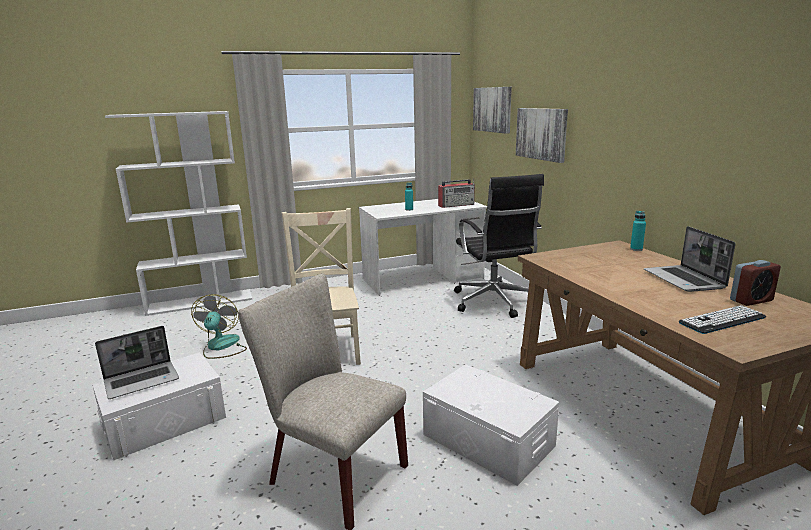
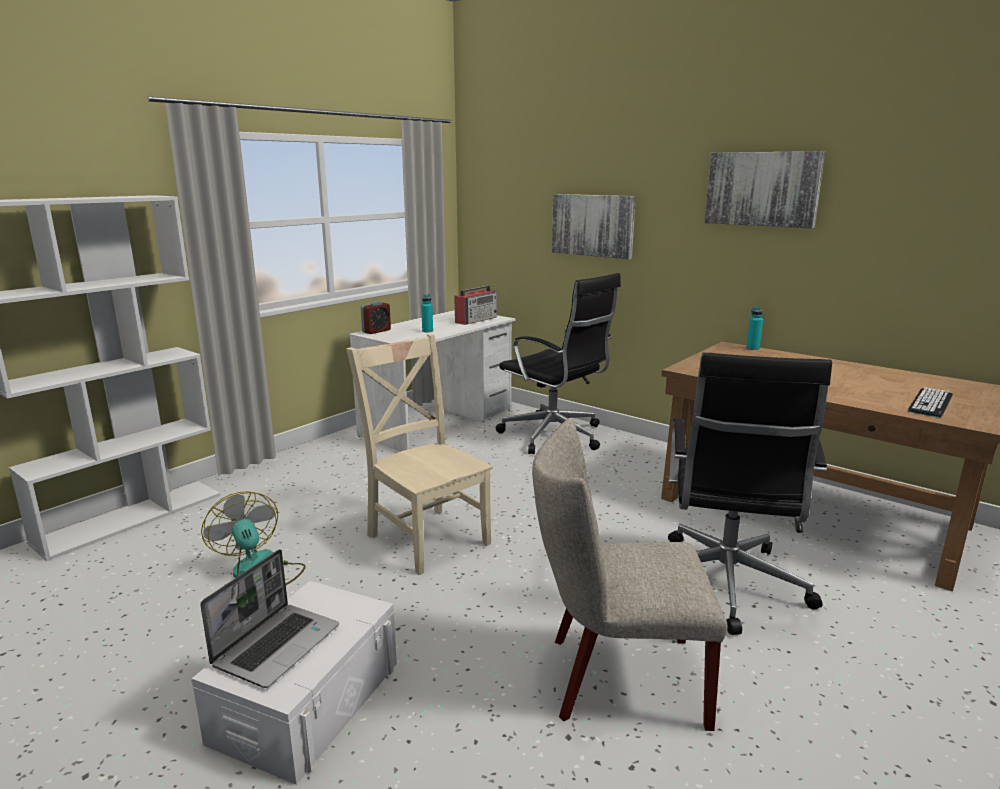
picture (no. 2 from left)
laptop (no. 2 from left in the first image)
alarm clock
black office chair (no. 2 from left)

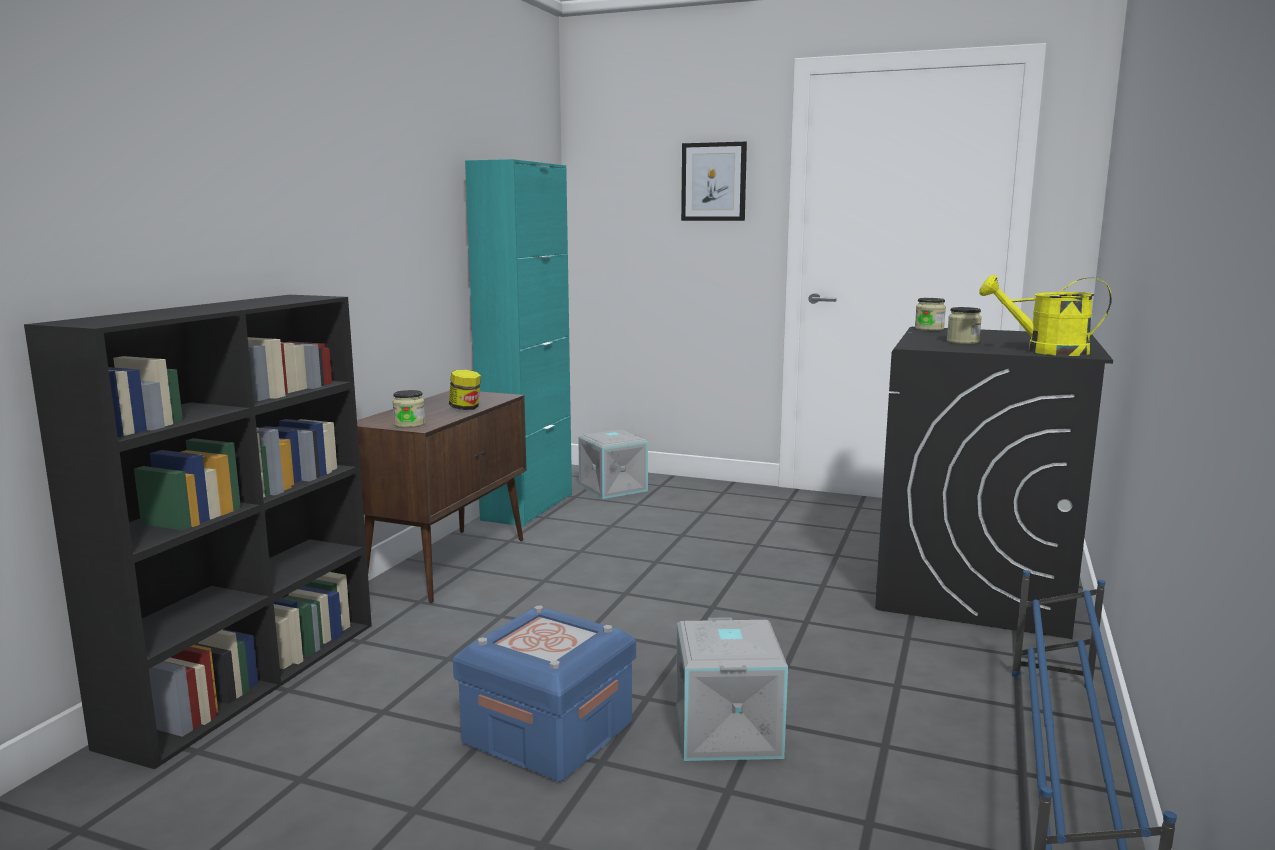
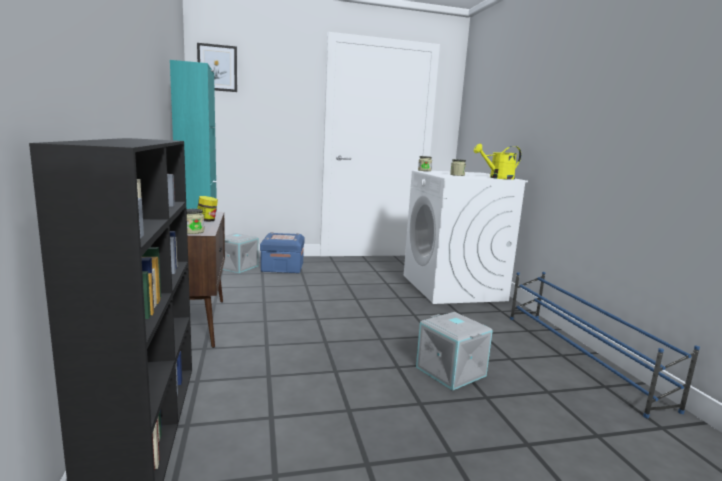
picture
white washing machine
blue storage box

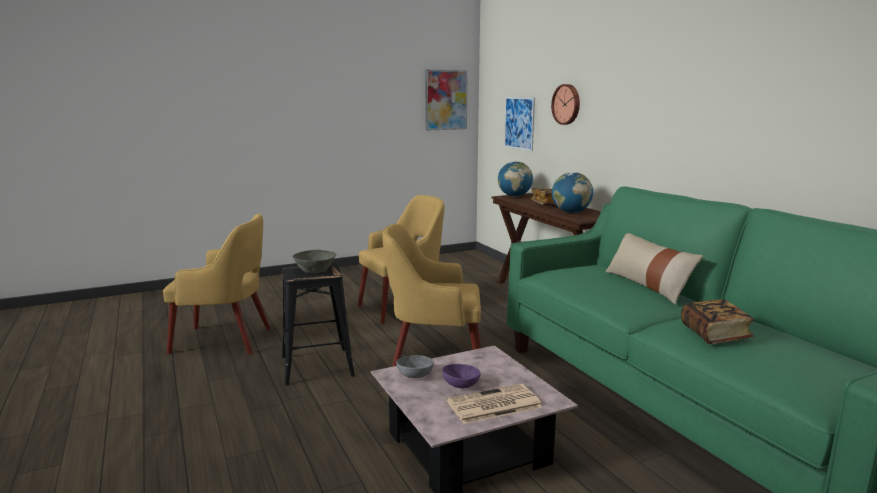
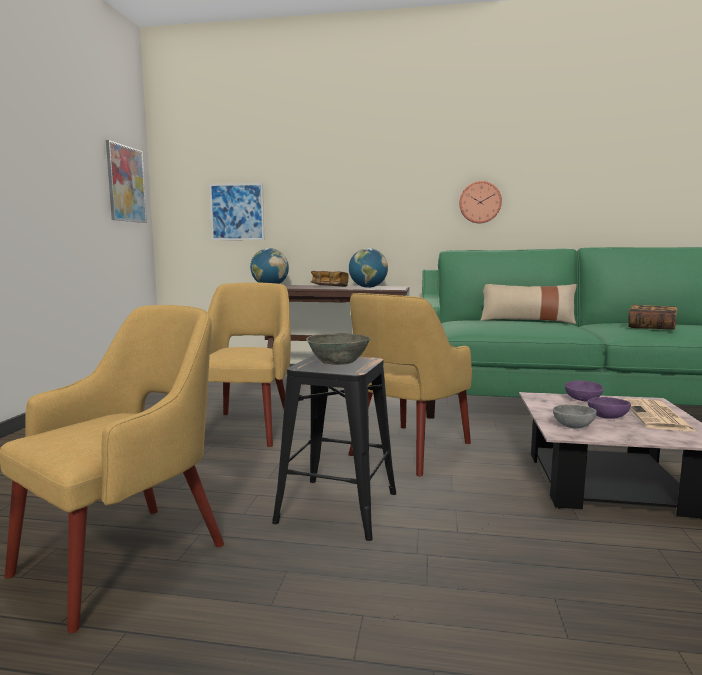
wall clock
purple bowl (no. 1 from left)

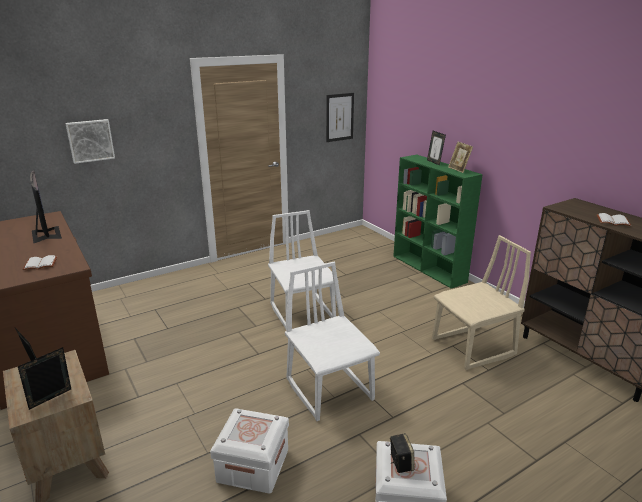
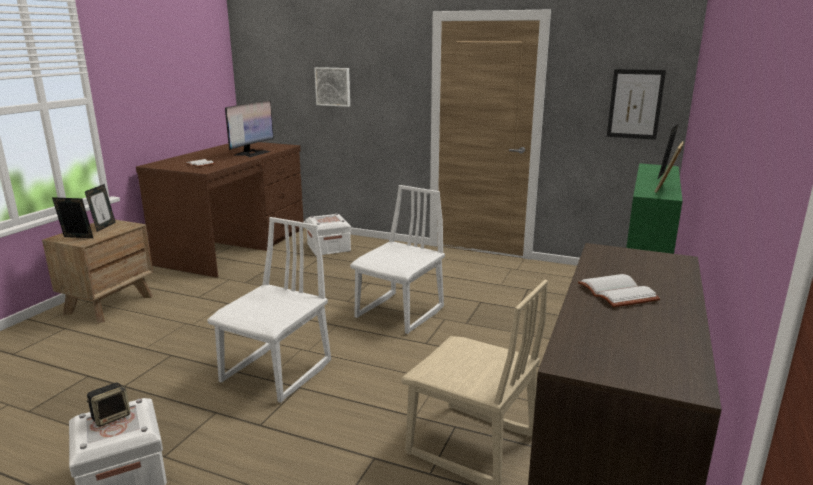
white storage box (no. 2 from left)

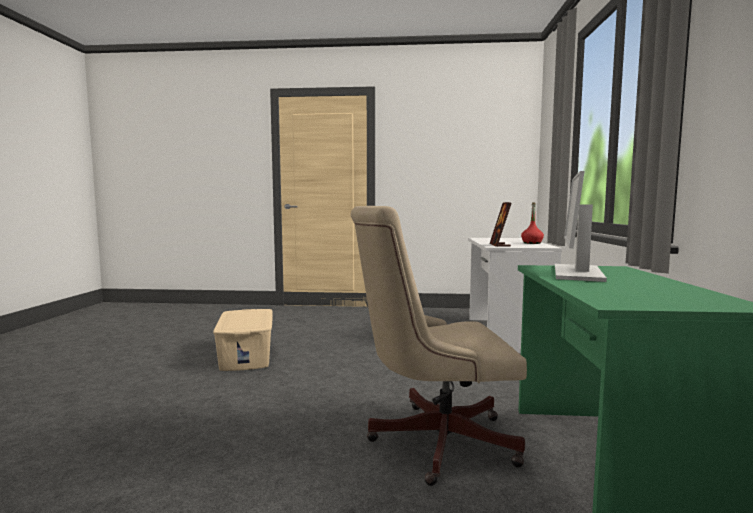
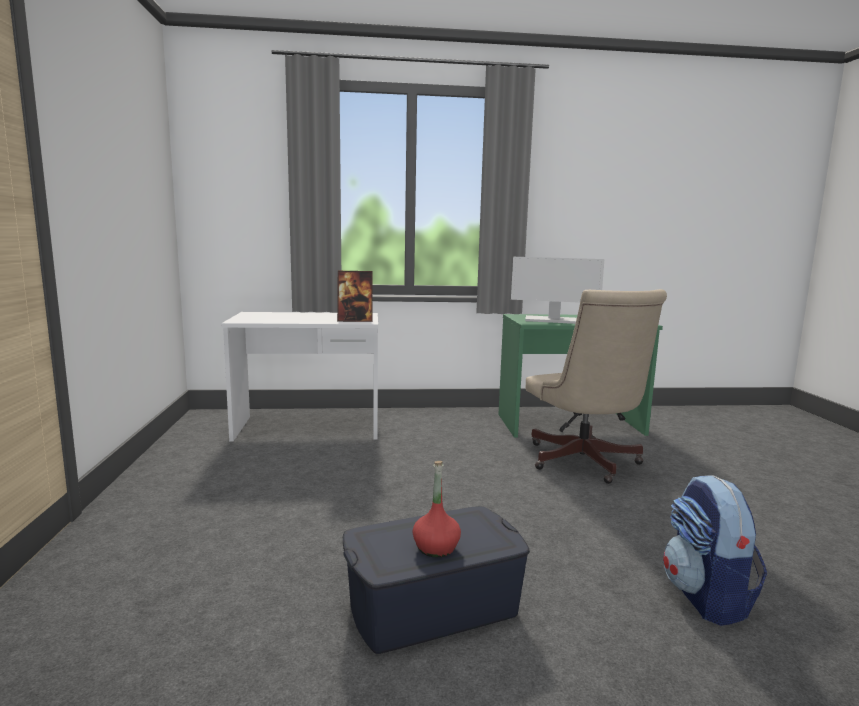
red bottle
blue storage box
backpack

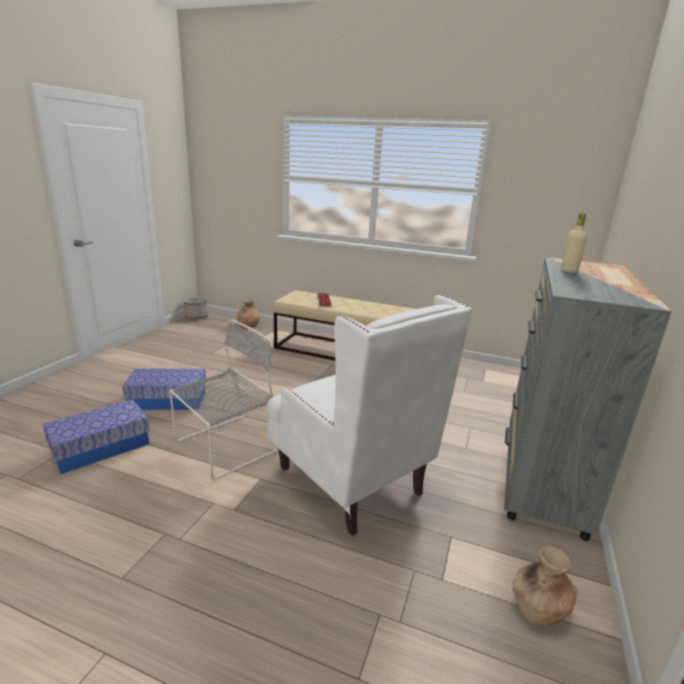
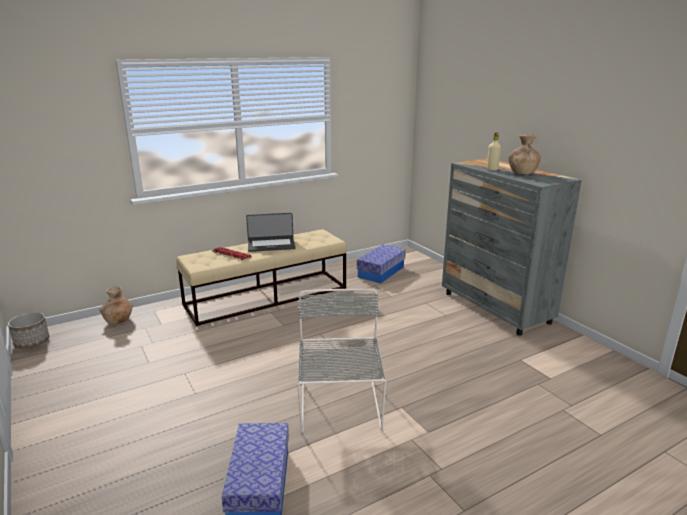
white armchair
storage box (no. 2 from left)
brown vase (no. 2 from left)
laptop

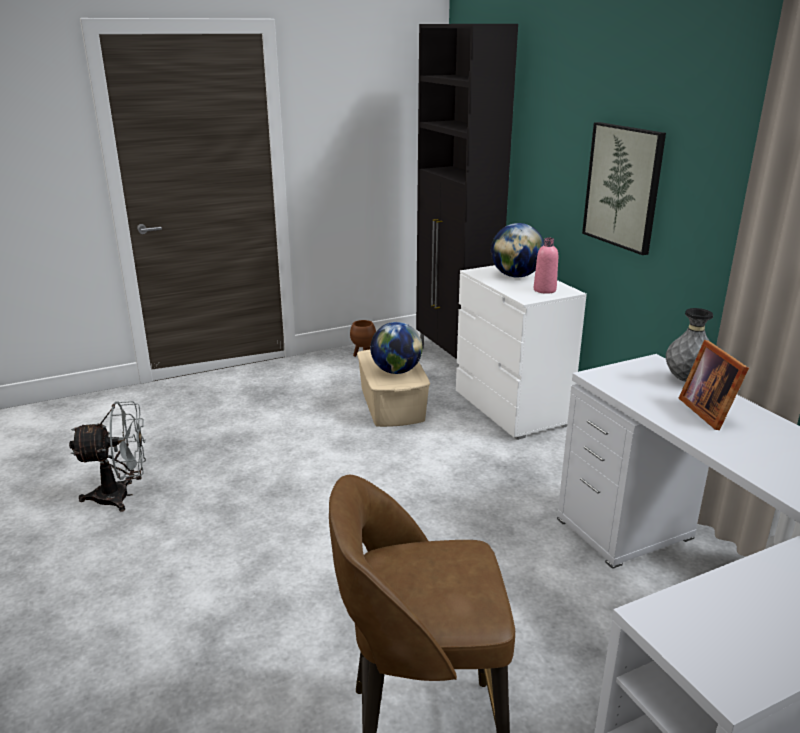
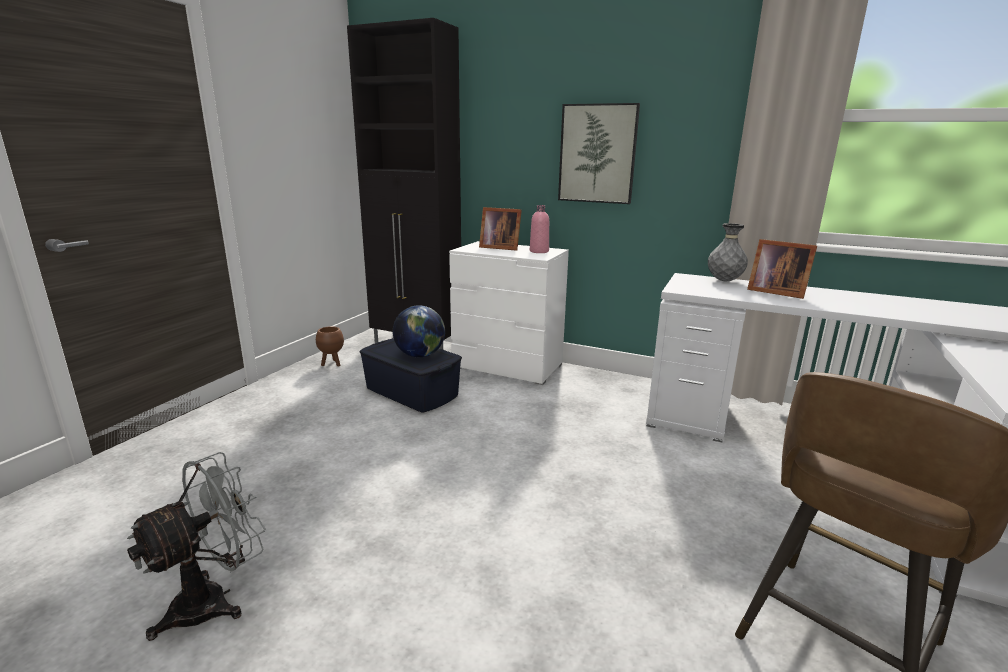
picture frame (no. 1 from left)
blue storage box

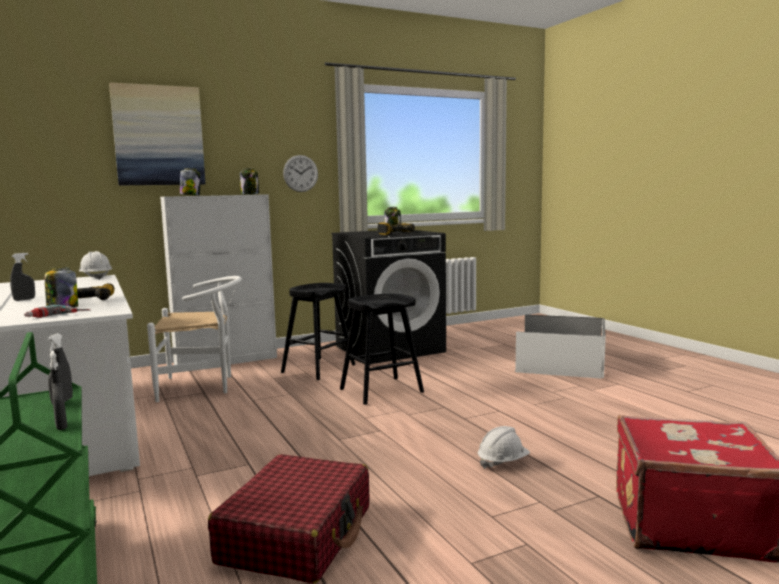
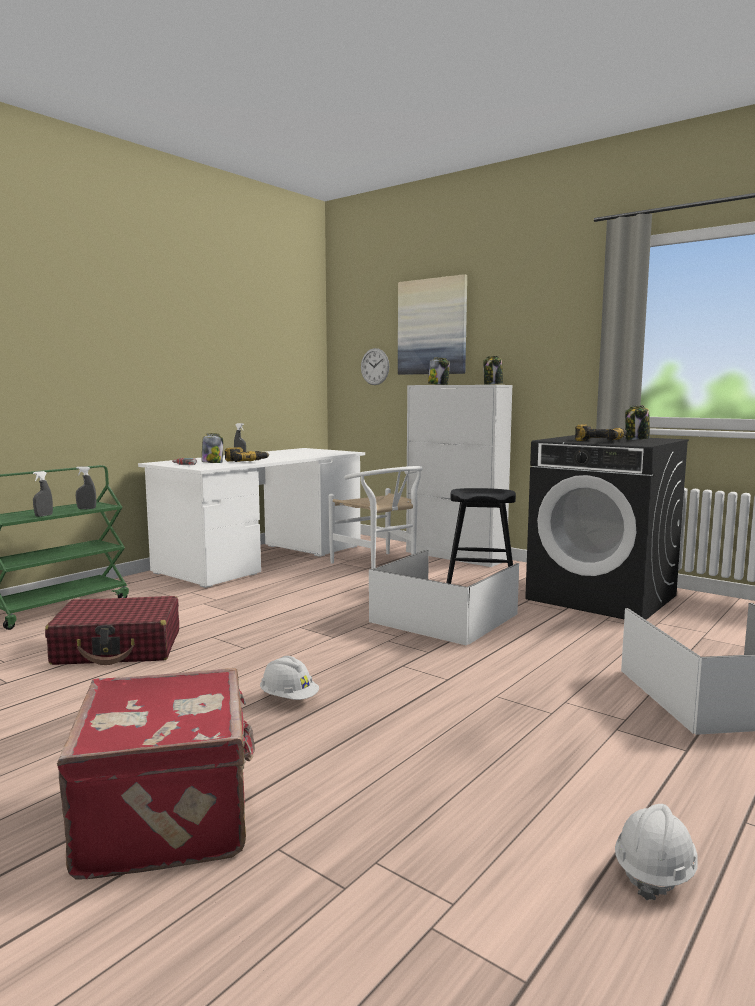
wall clock
white hard hat (no. 2 from left)
white storage box (no. 1 from left)

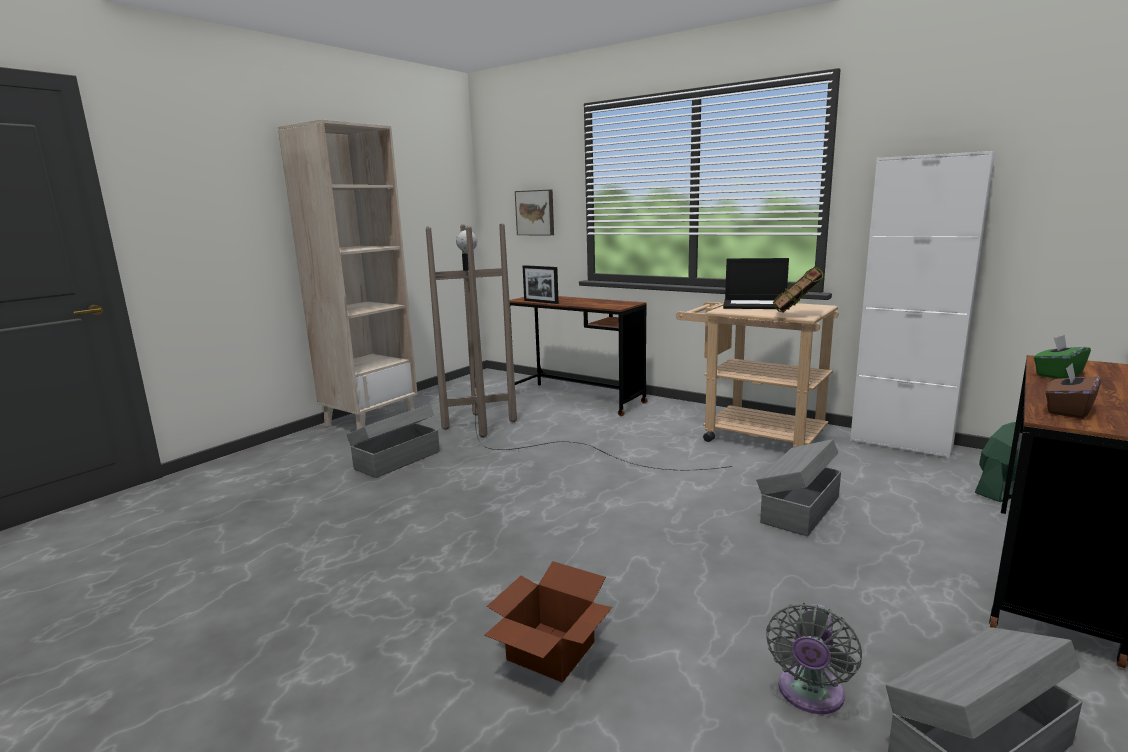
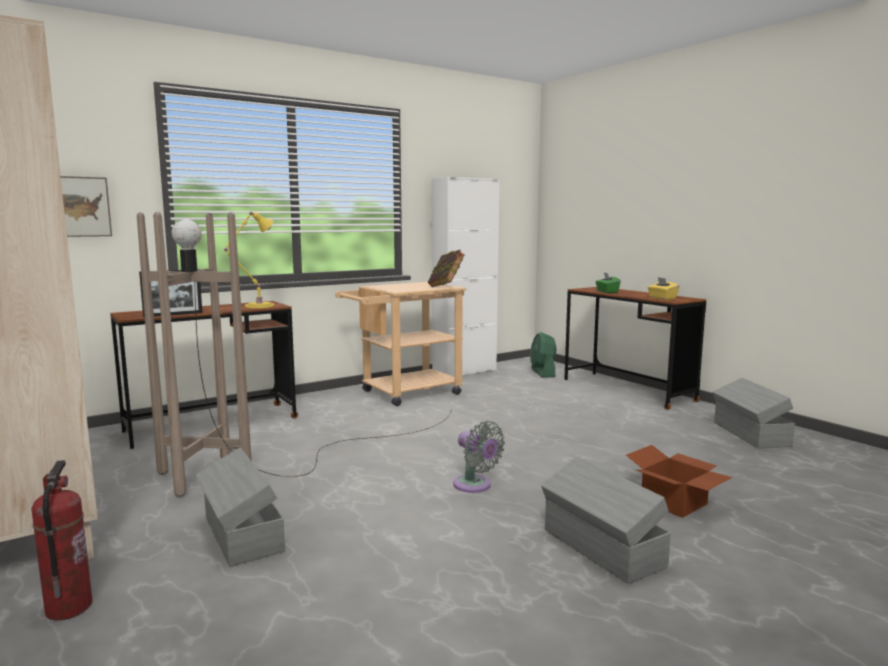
laptop
yellow tissue box
grey storage box (no. 2 from left)
grey fan
yellow table lamp
fire extinguisher

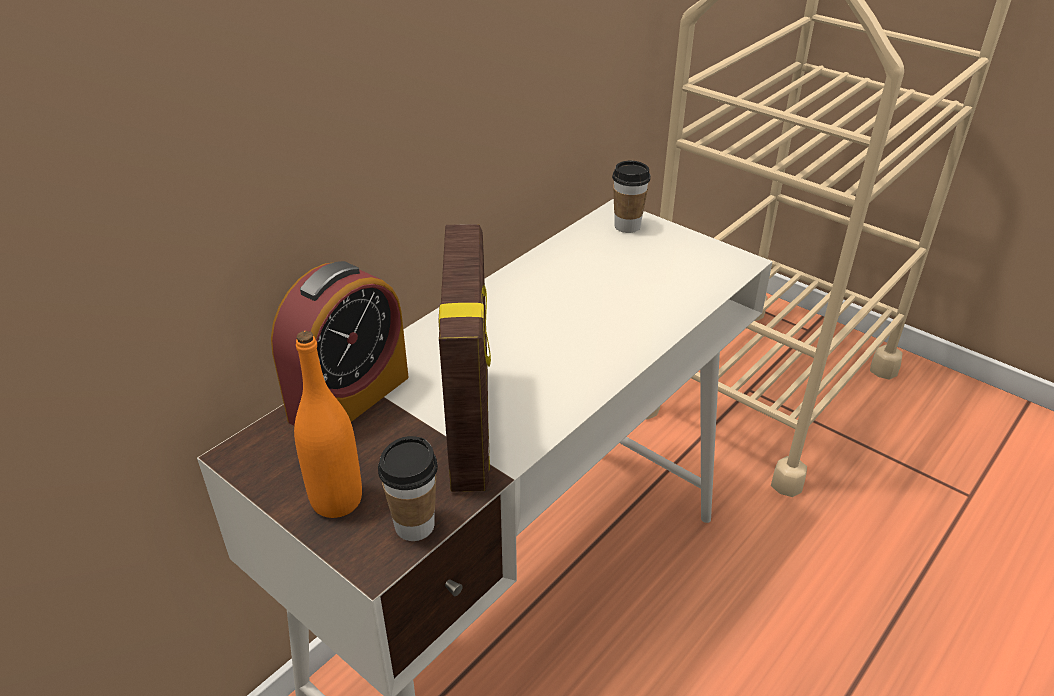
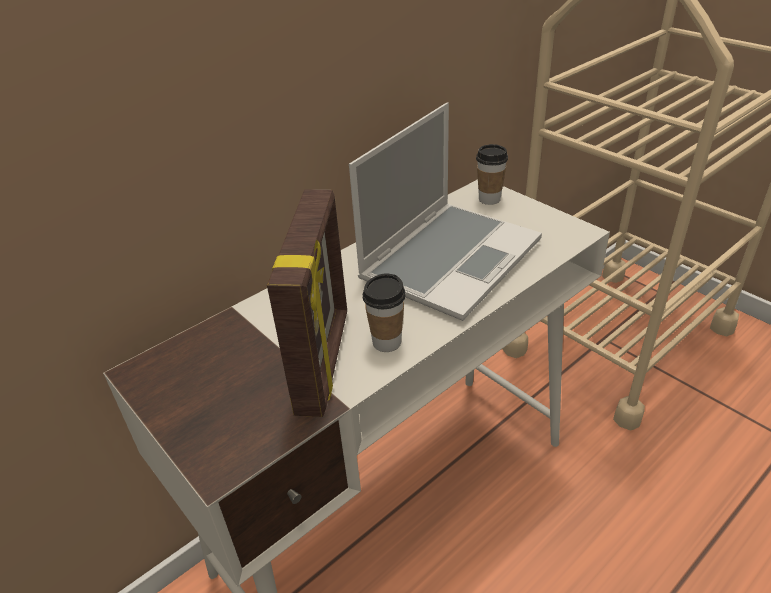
alarm clock
orange bottle
cup (no. 1 from left)
laptop

